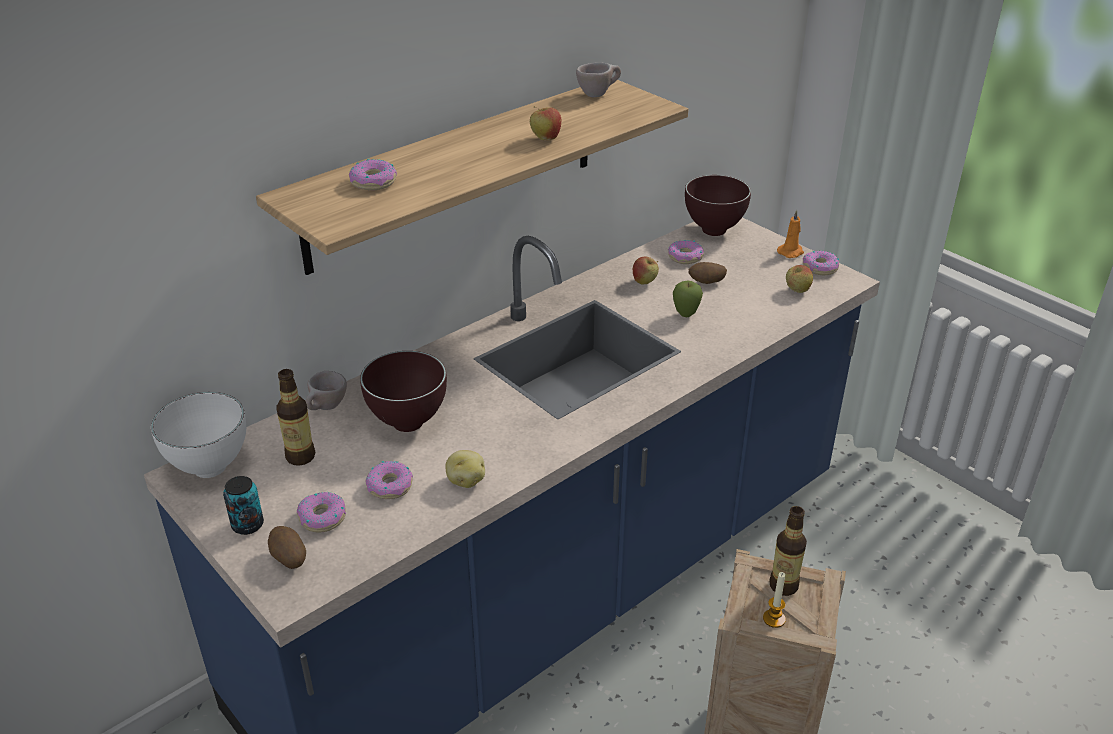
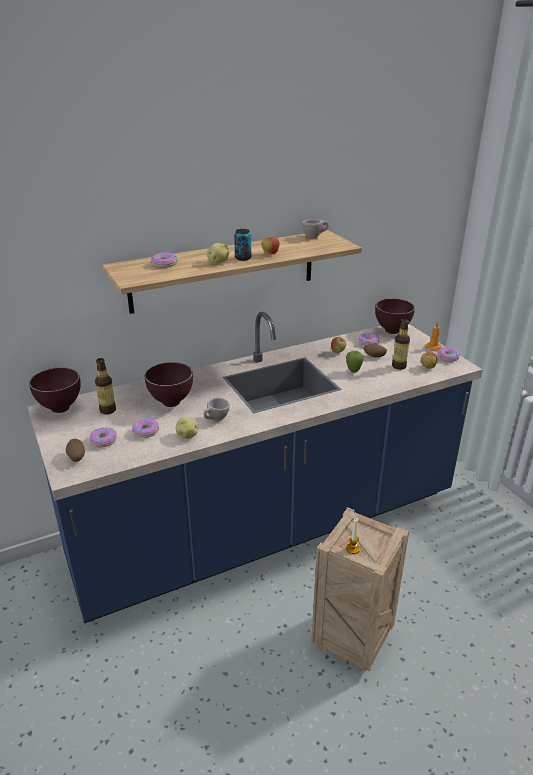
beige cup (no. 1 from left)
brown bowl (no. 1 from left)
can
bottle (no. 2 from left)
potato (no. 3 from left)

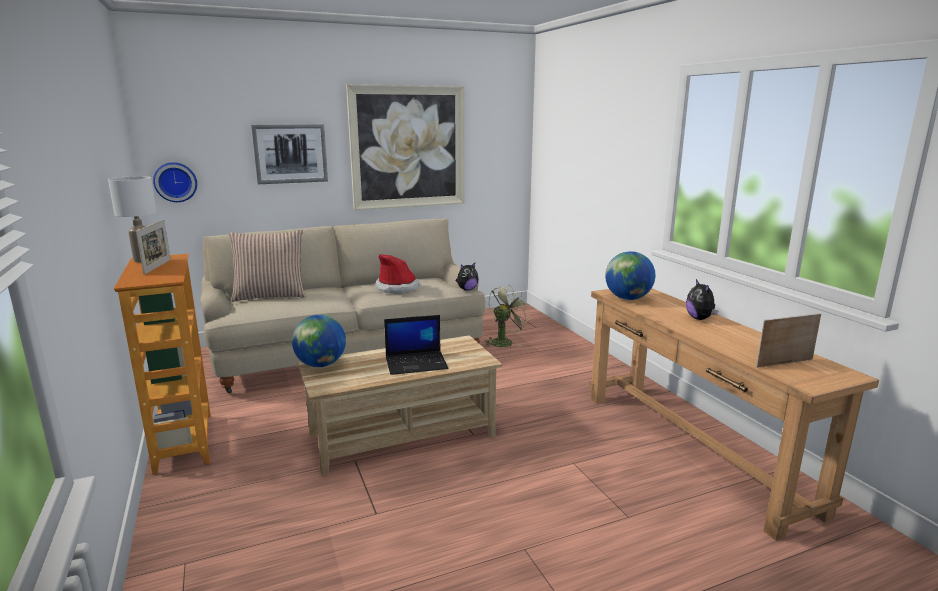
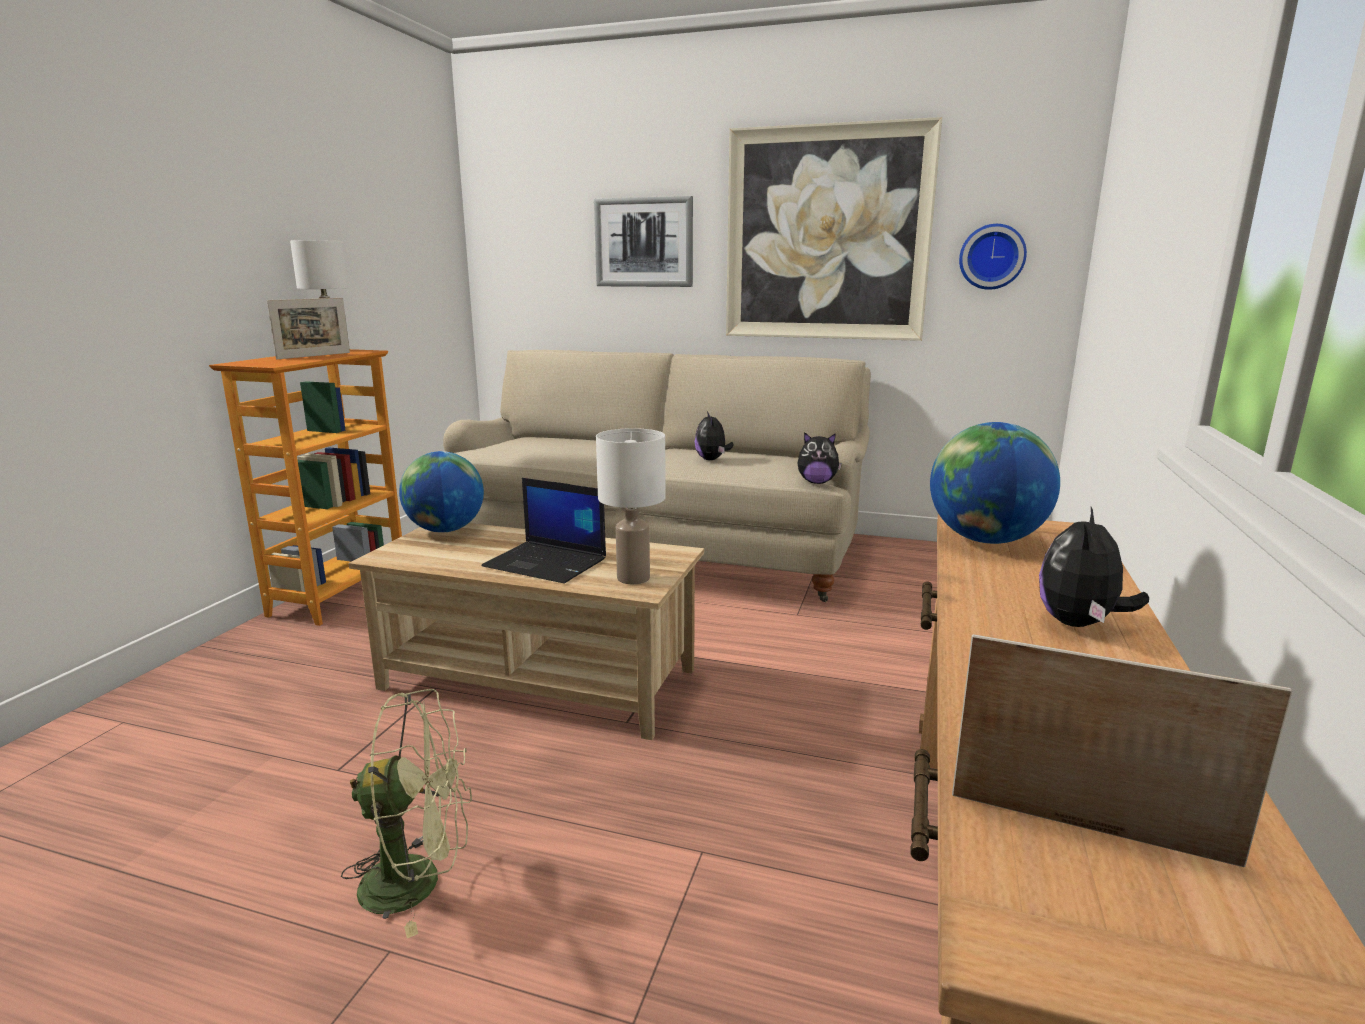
wall clock
pillow
plush toy (no. 1 from left)
green fan
white table lamp (no. 2 from left)

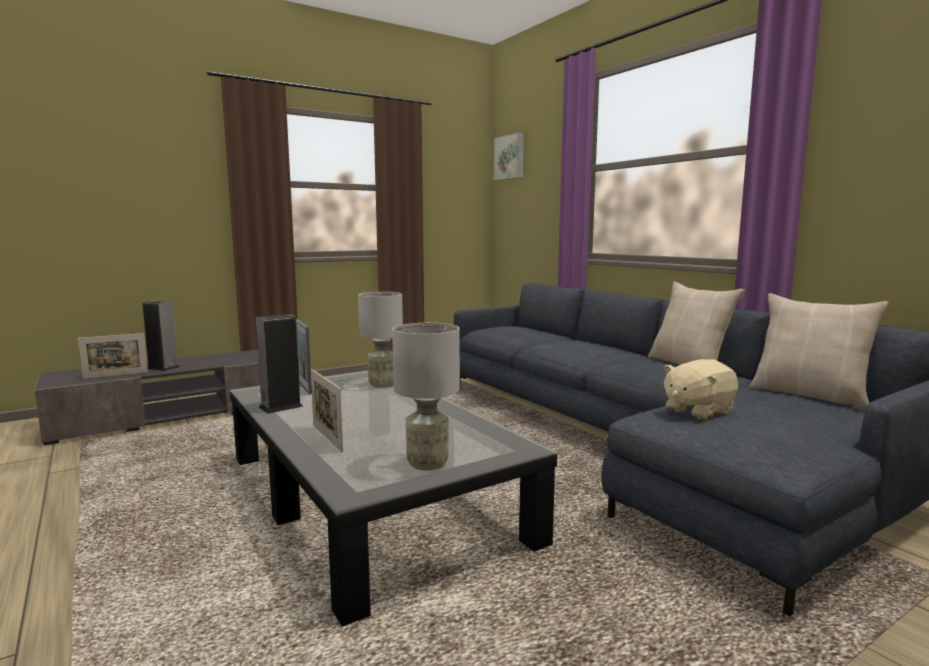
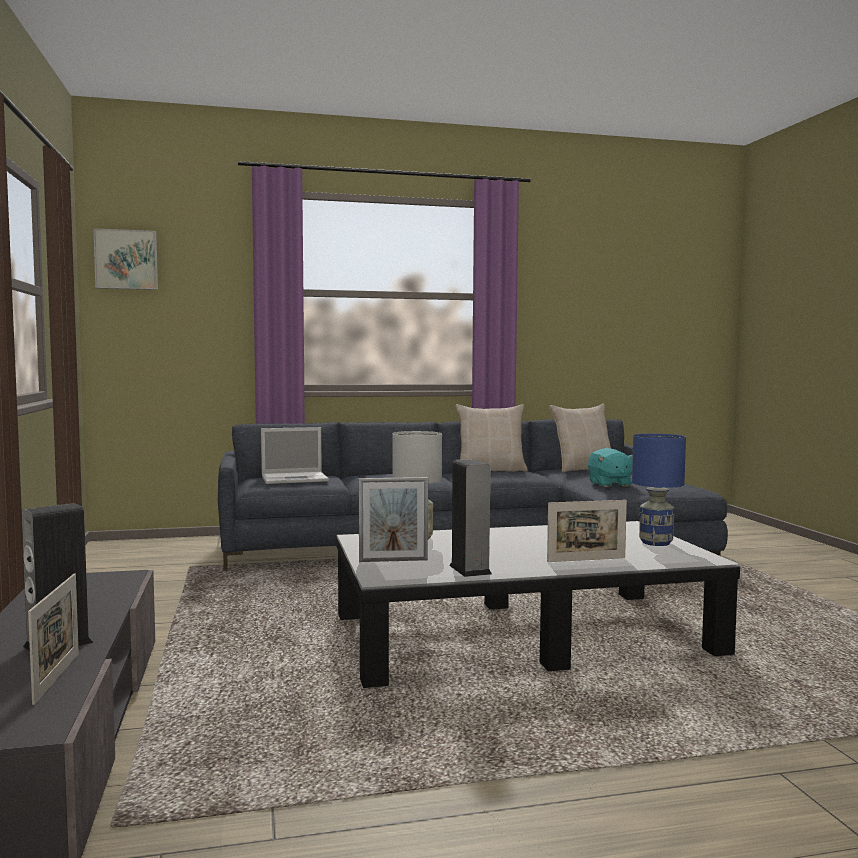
blue table lamp
turquoise plush toy
laptop

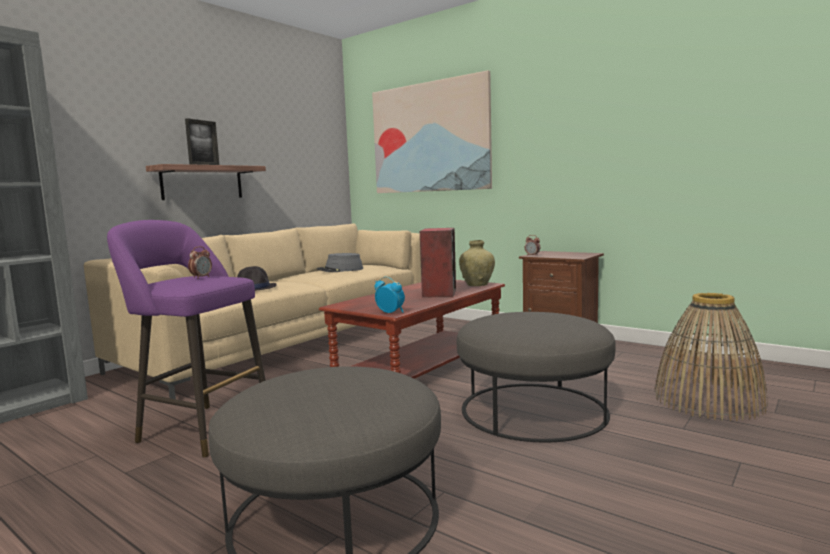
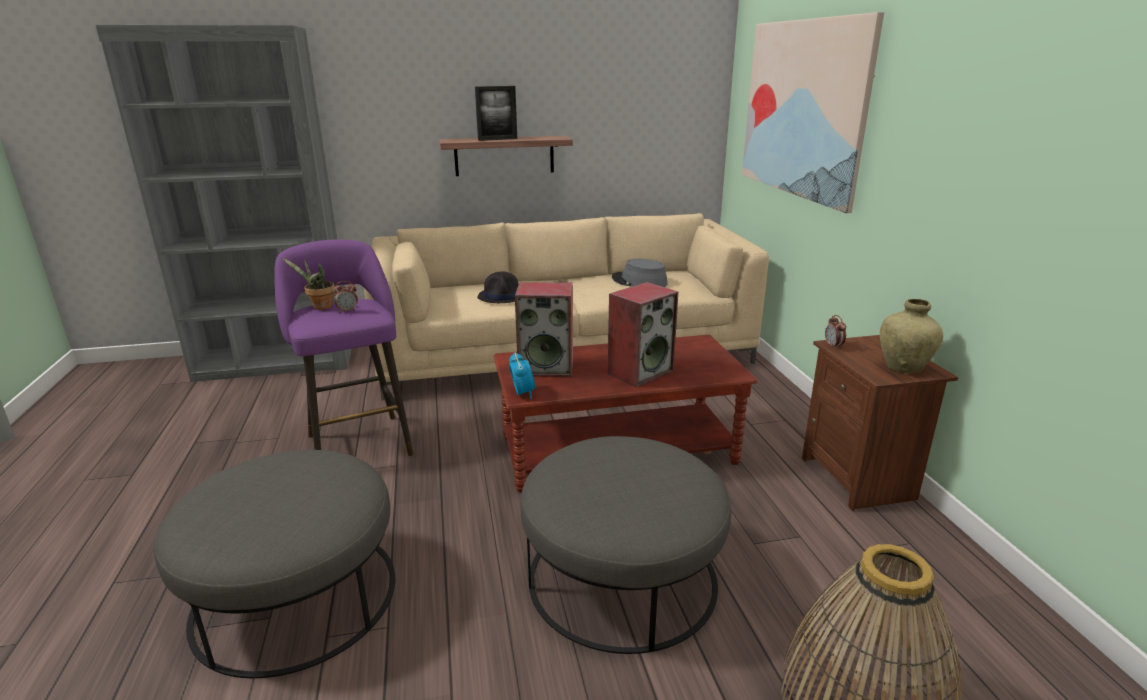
beige vase
potted plant
speaker (no. 1 from left)

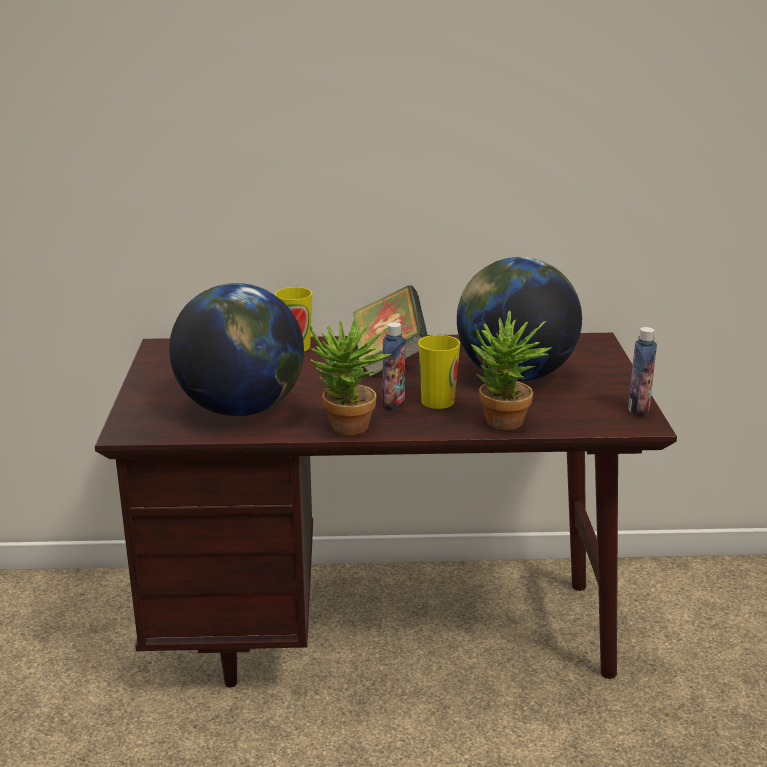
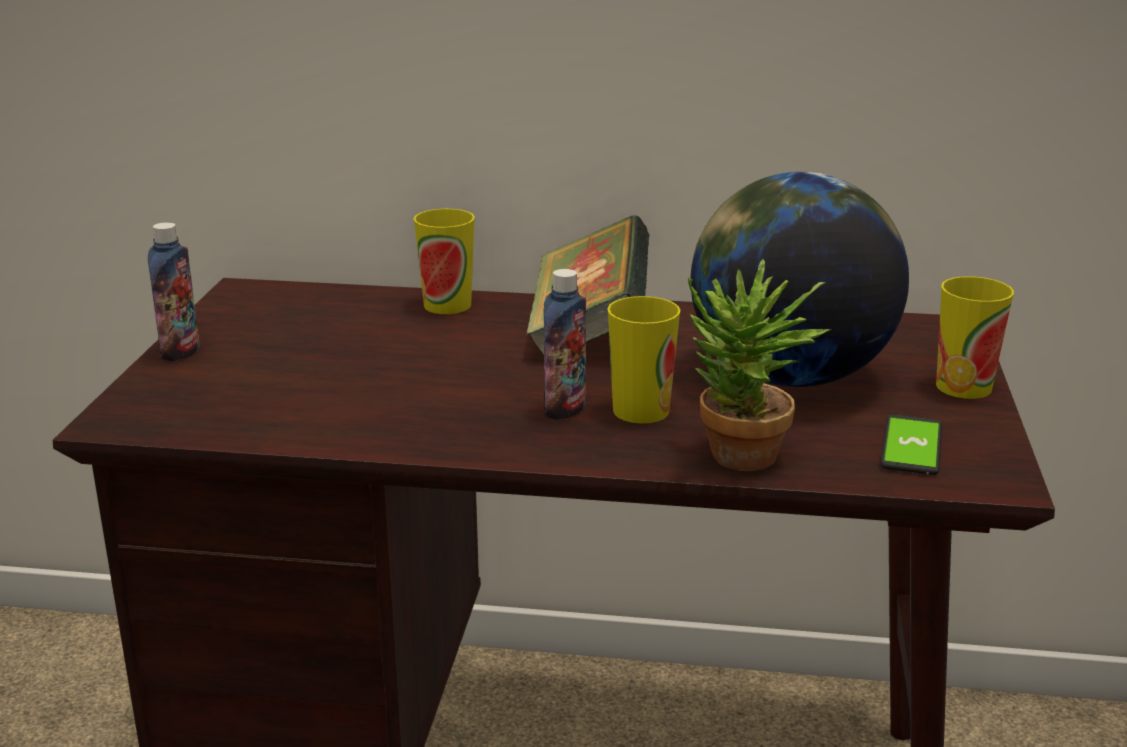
globe (no. 1 from left in the first image)
potted plant (no. 1 from left in the first image)
bottle (no. 1 from left)
cup (no. 3 from left)
phone

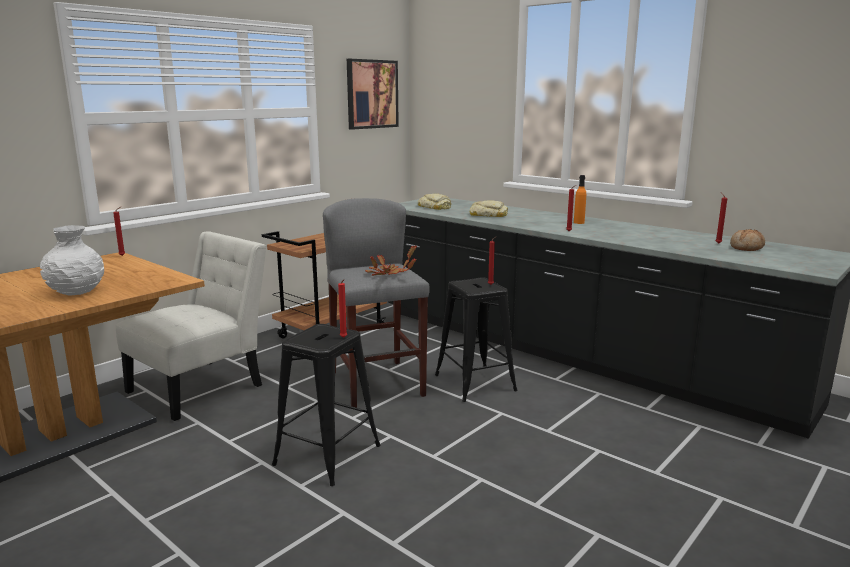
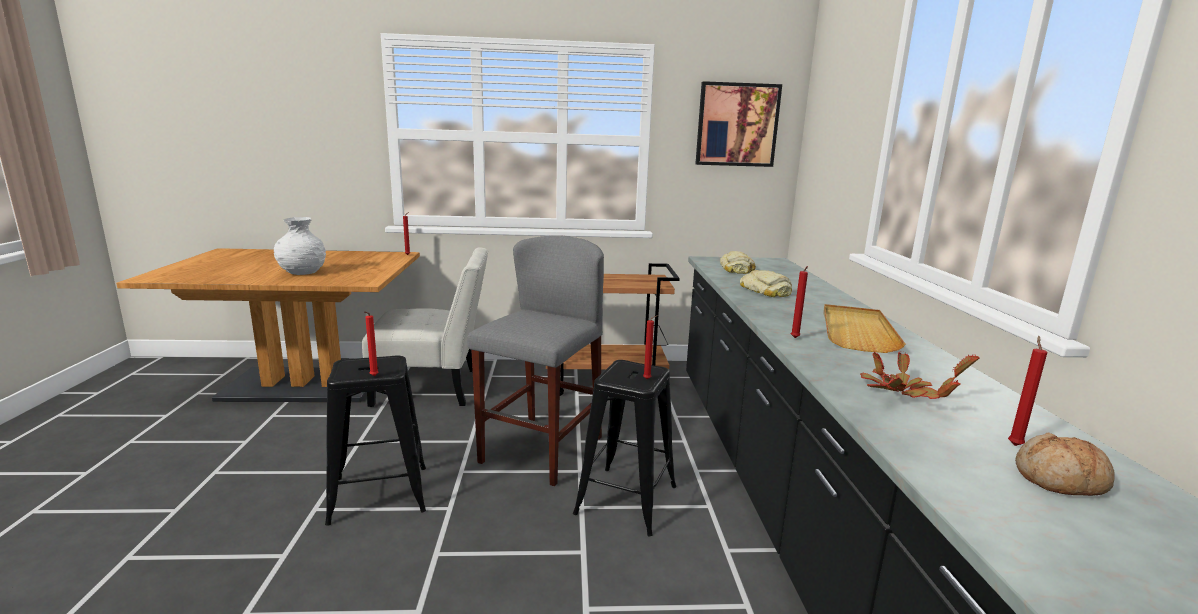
beige tray
potted plant

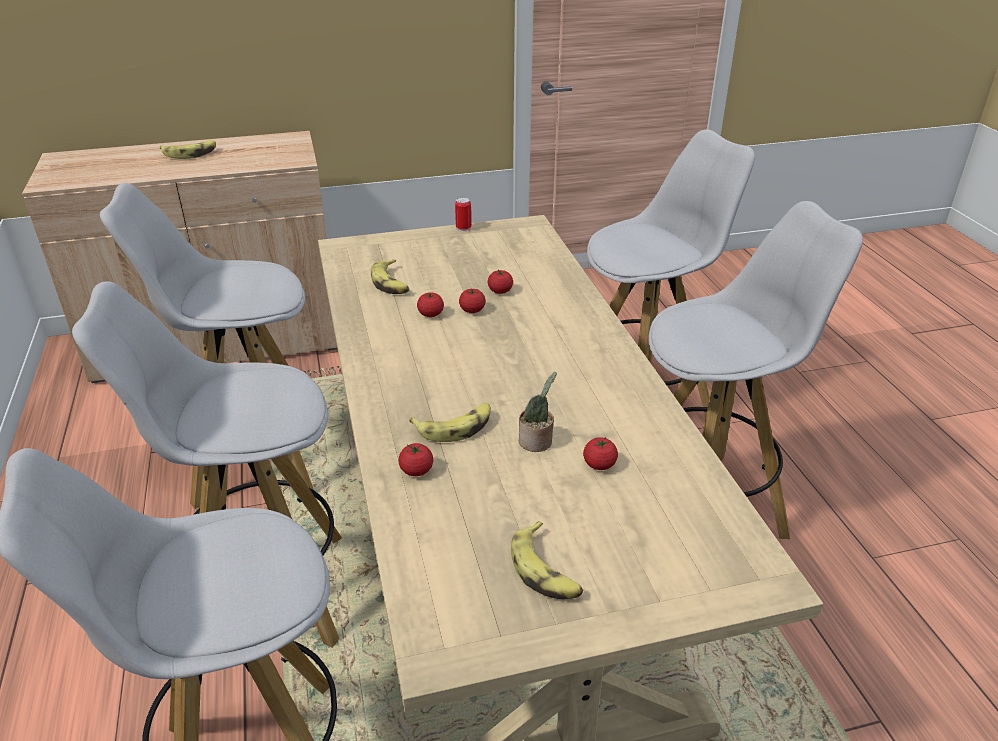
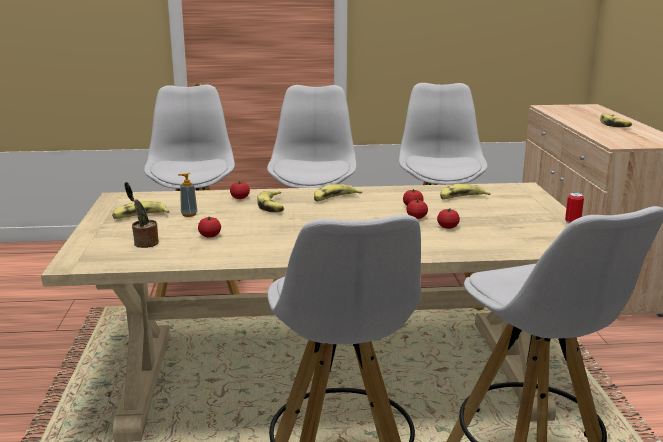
potted plant
soap dispenser
banana (no. 3 from left)

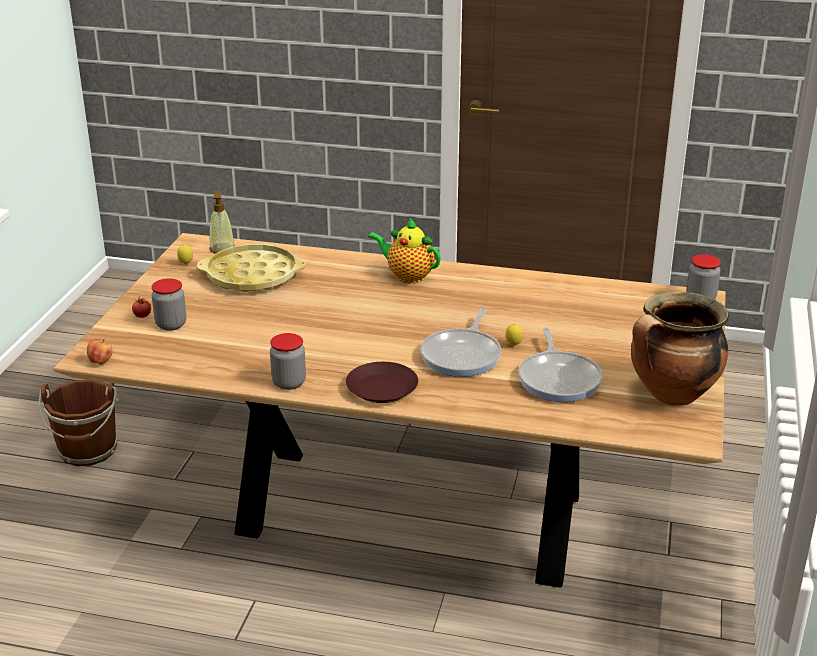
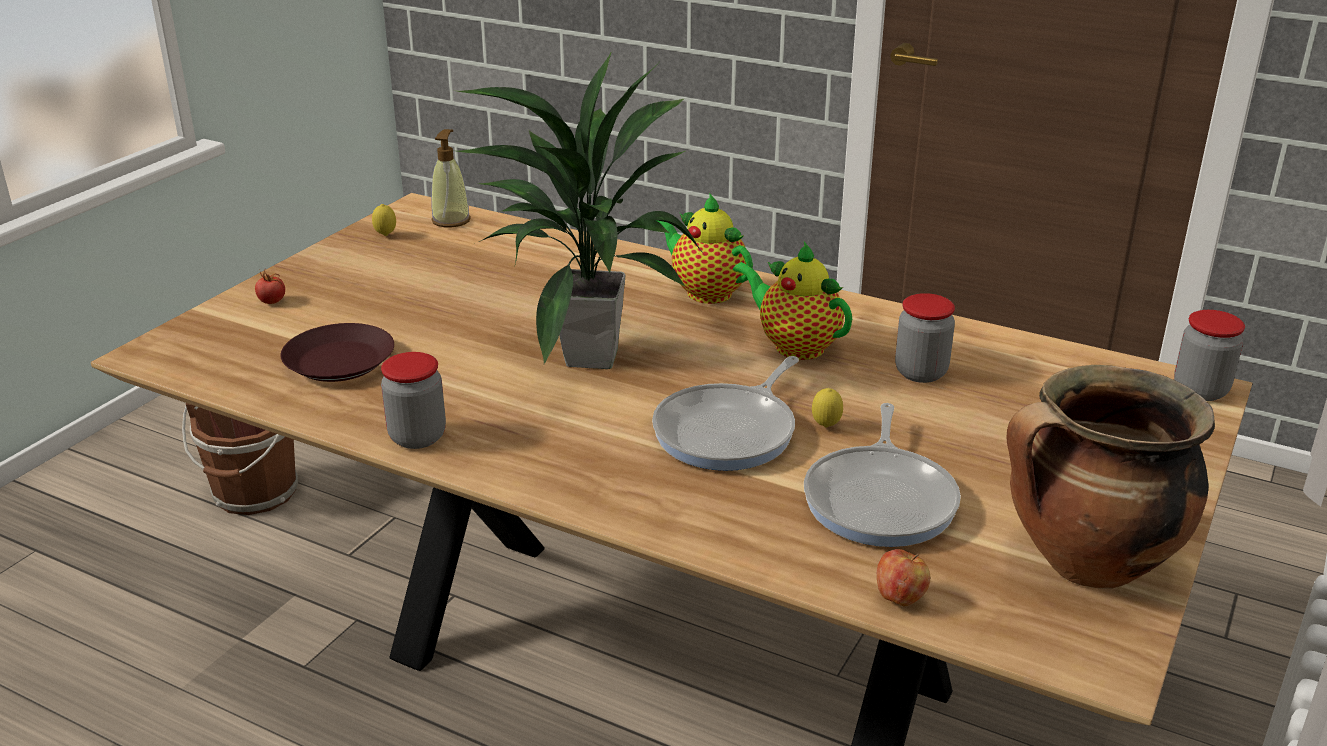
yellow tray
jar (no. 2 from left)
apple
brown plate
potted plant
teapot (no. 2 from left)

